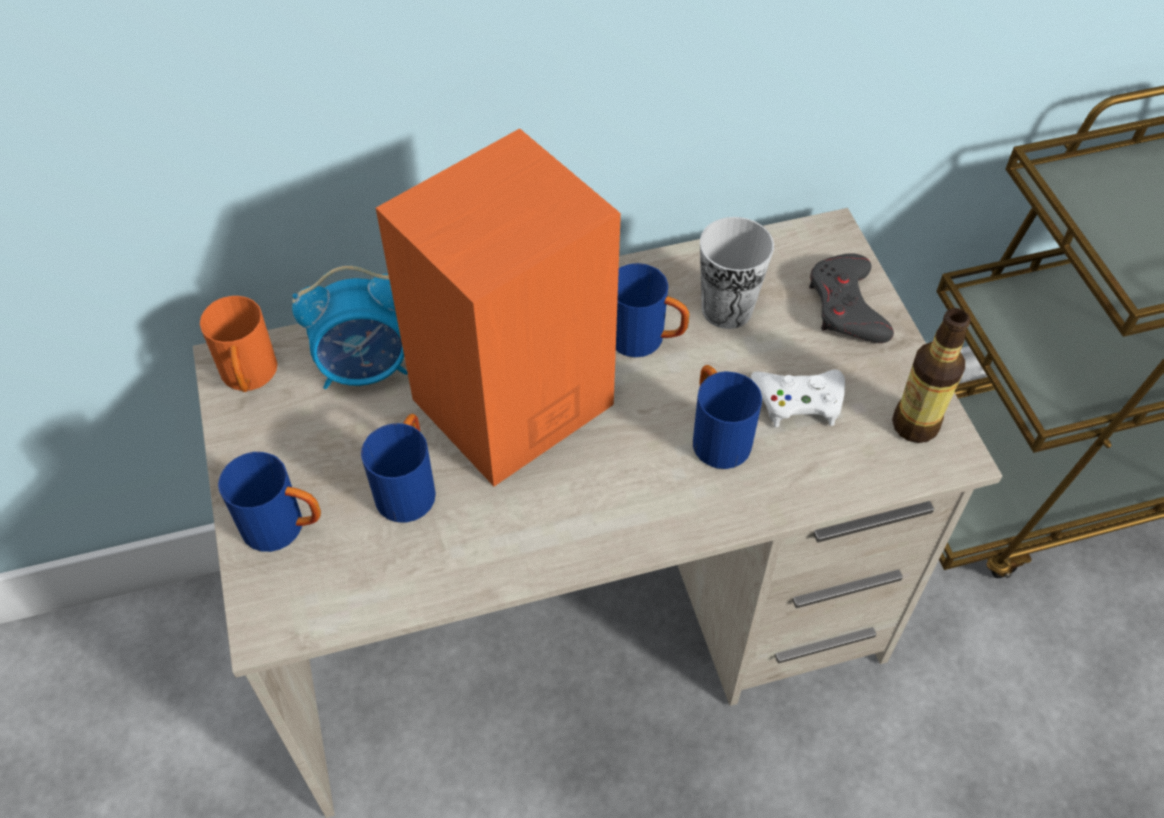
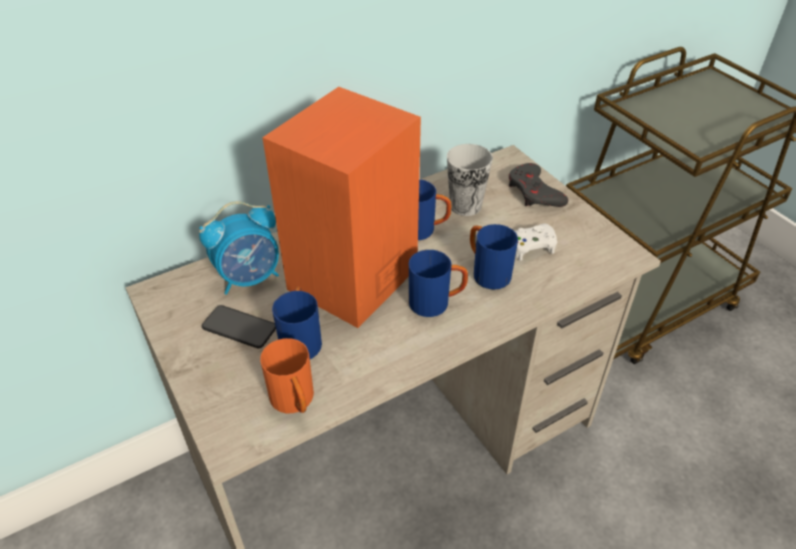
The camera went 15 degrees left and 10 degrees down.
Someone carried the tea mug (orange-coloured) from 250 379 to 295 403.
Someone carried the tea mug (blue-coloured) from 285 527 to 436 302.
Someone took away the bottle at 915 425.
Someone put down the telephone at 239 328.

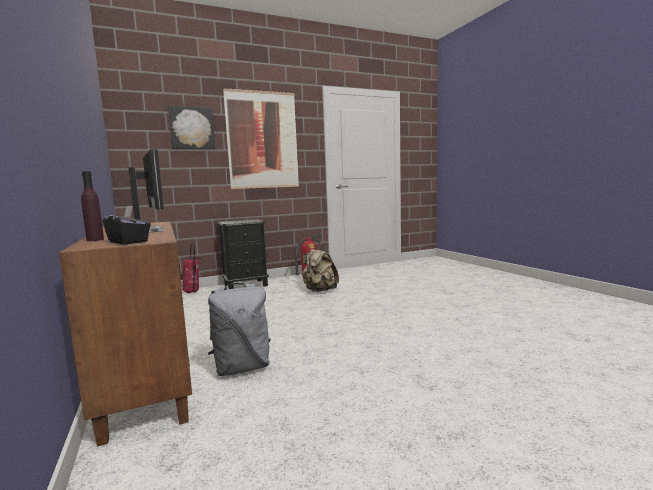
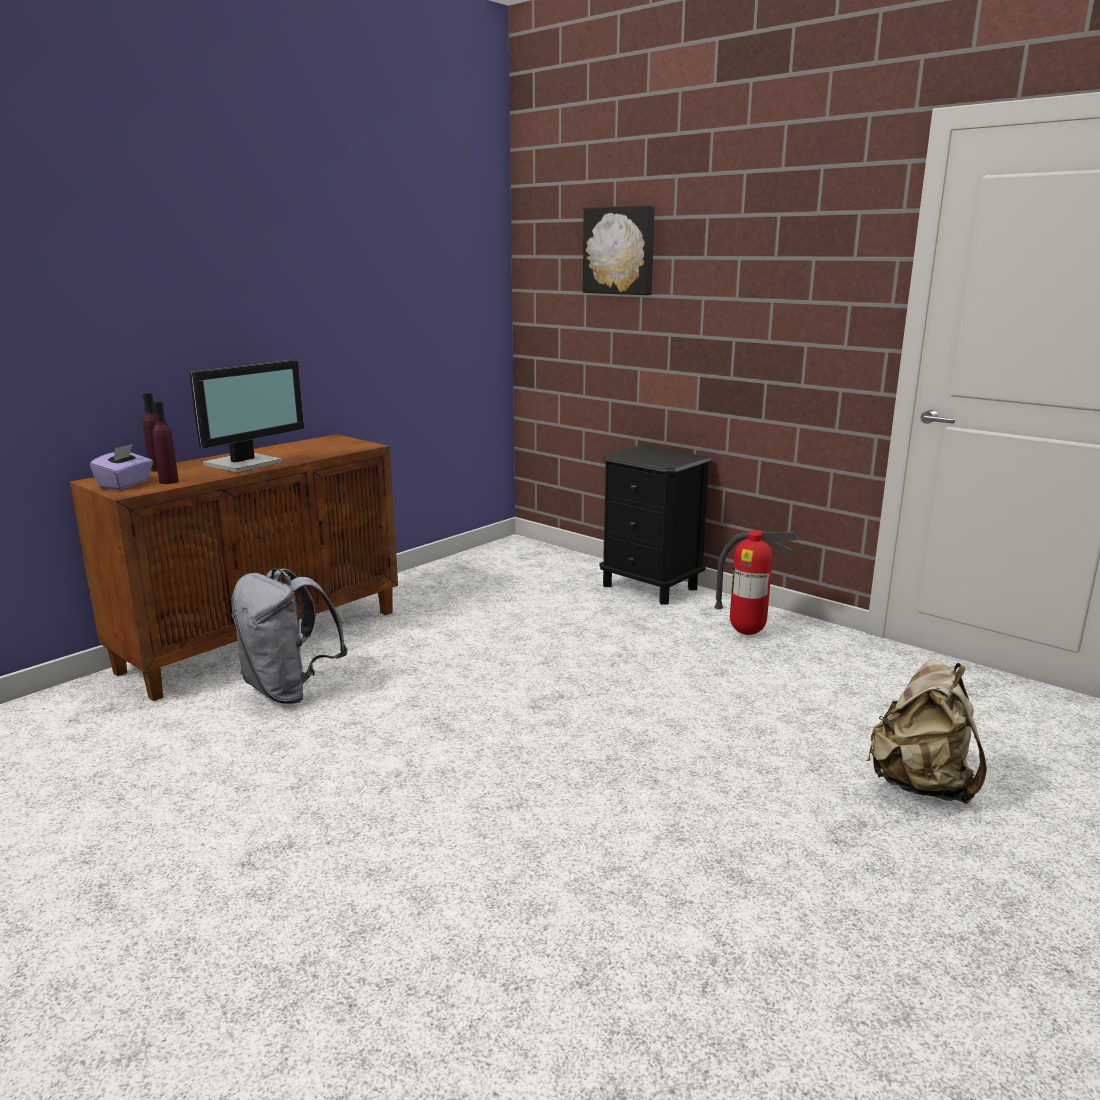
The camera went 65 degrees right and 10 degrees up.
Someone repainted the tissue holder (black) at 129 242, which became the tissue holder (purple) at 125 484.
Someone took away the fire-fighting cylinder at 192 292.
Someone took away the picture at 262 140.
Someone carried the knapsack (beige) from 320 291 to 920 785.
Someone put down the bottle (purple) at 169 481.

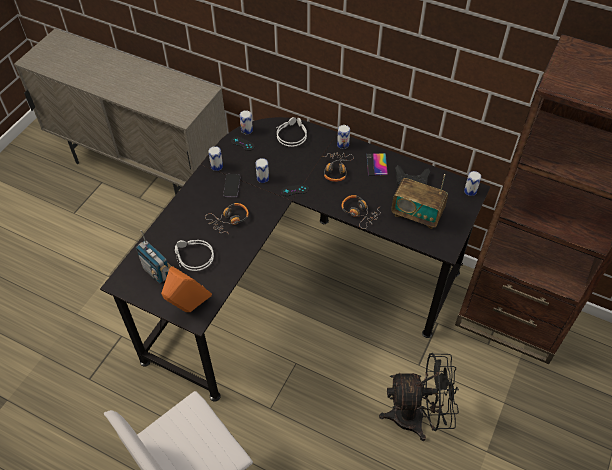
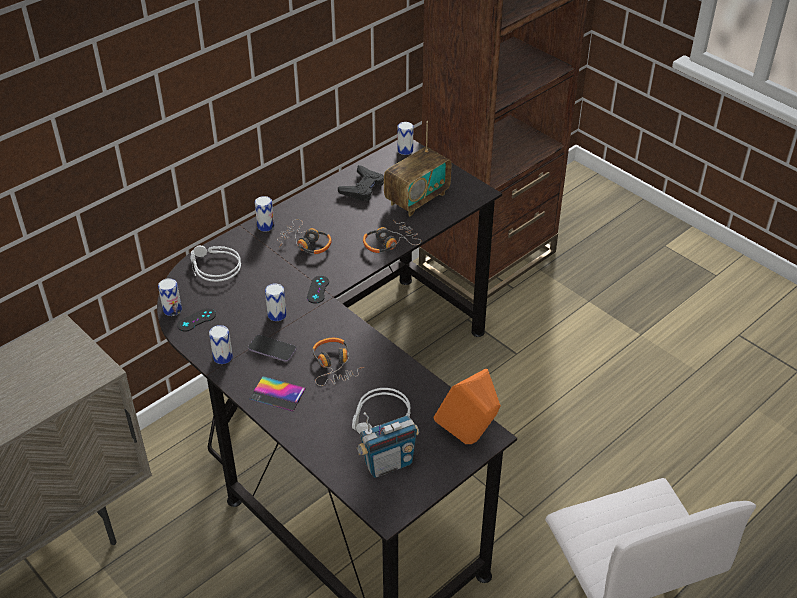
The camera went 70 degrees left and 10 degrees down.
Someone carried the telephone from 377 164 to 277 394.
Someone took away the electric fan (black) at 417 416.

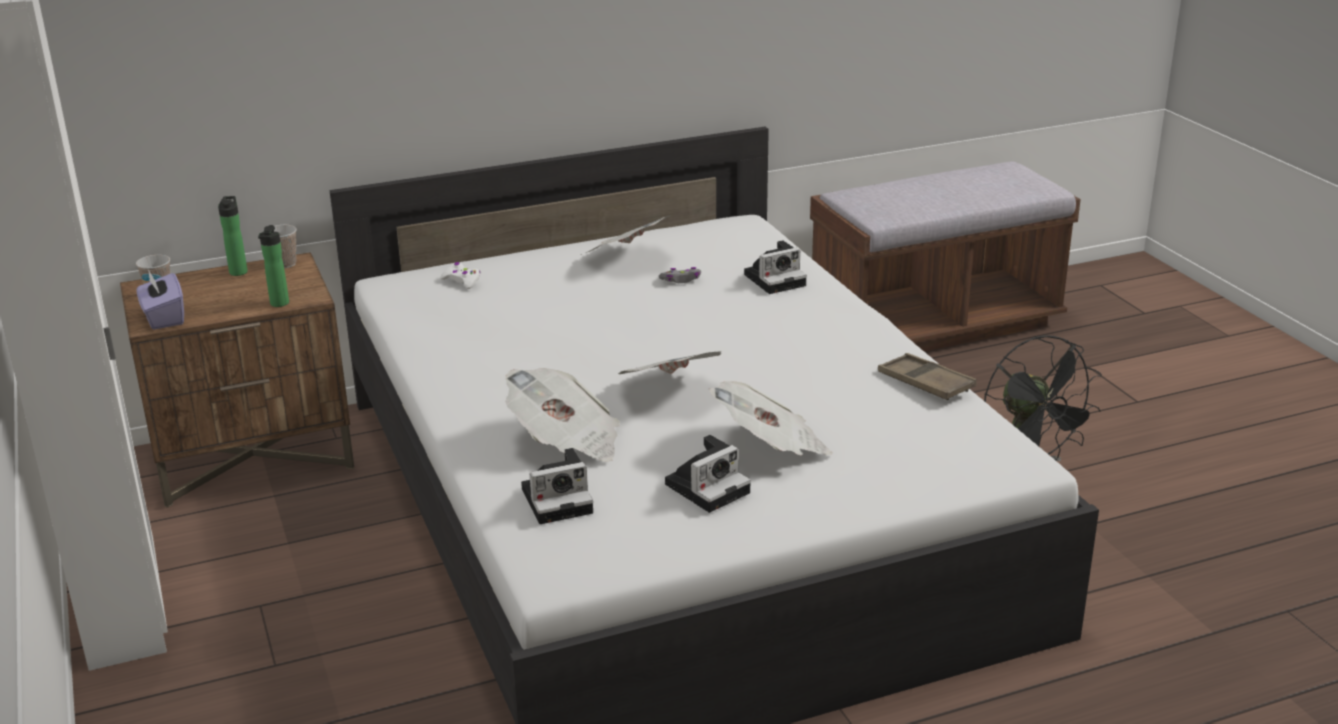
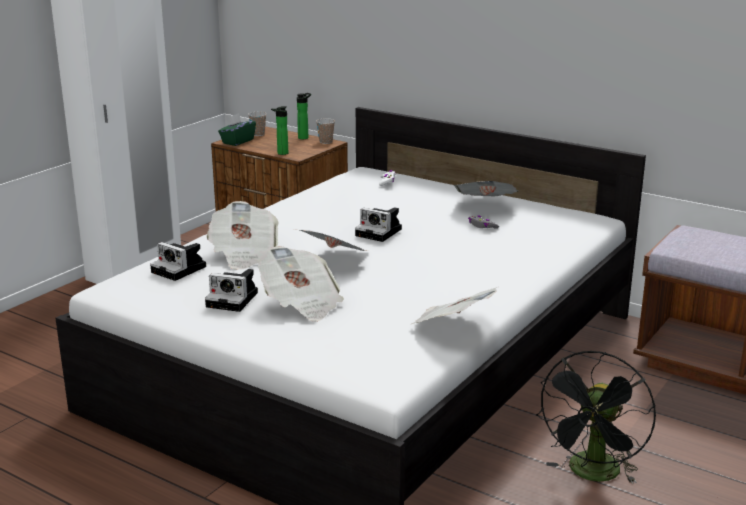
The camera went 55 degrees right and 5 degrees down.
Someone repainted the tissue holder (purple) at 164 318, which became the tissue holder (green-coloured) at 237 141.
Someone carried the photo camera from 776 279 to 380 232.
Someone swapped the carrying tray (brownish) at 925 383 for the daily paper at 453 327.

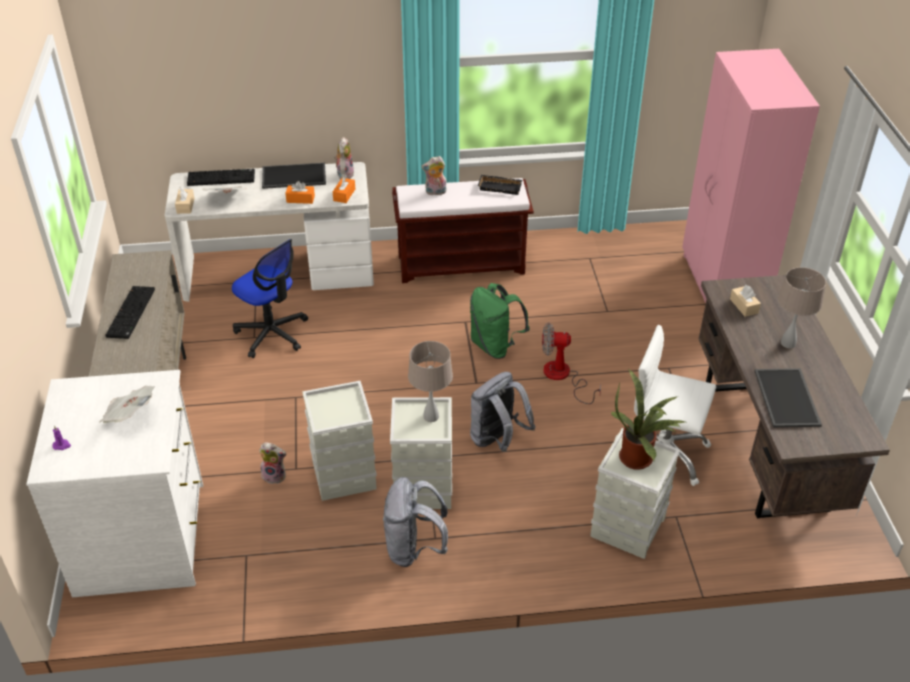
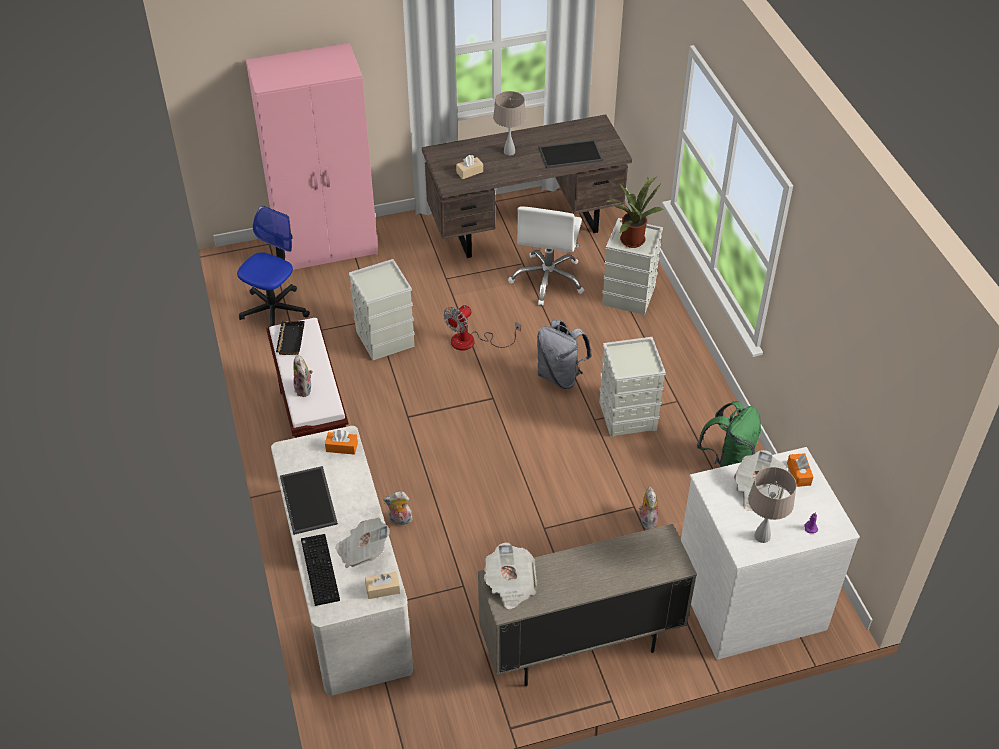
The camera went 100 degrees left and 5 degrees up.
Someone took away the computer keyboard at 132 313.
Someone carried the computer chair from 272 333 to 274 309.
Someone carried the tissue holder (orange-coloured) from 300 199 to 798 474.
Someone carried the storage container (gray) from 343 474 to 384 339.
Someone carried the soft toy from 344 174 to 400 521.
Someone took away the knapsack (gray) at 414 549.
Someone carried the lamp for a table (beige) from 430 416 to 762 536.
Someone carried the knapsack (green-coloured) from 495 346 to 728 460.
Someone rotated the electric fan at 563 377 by 45 degrees clockwise.
Someone put down the daily paper at 510 585.

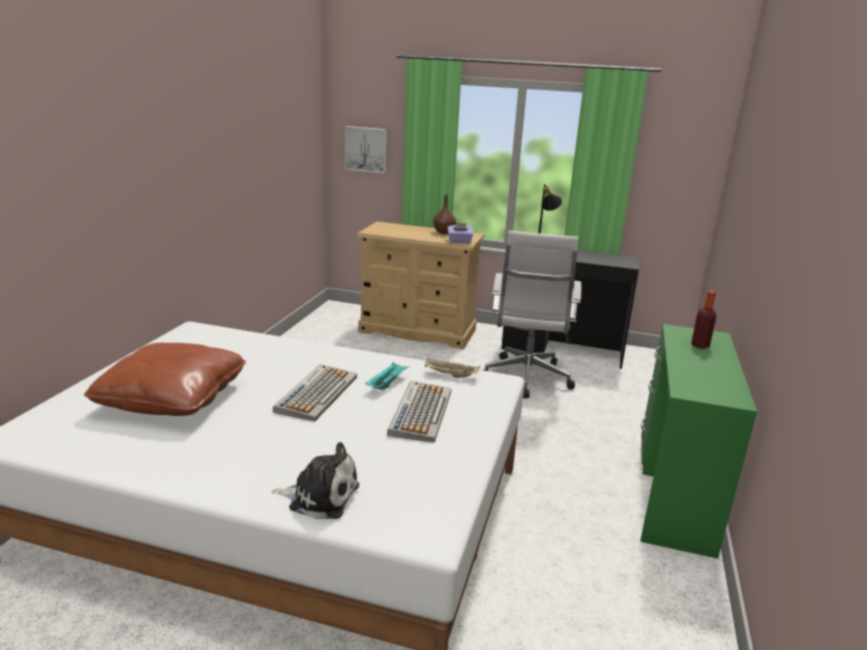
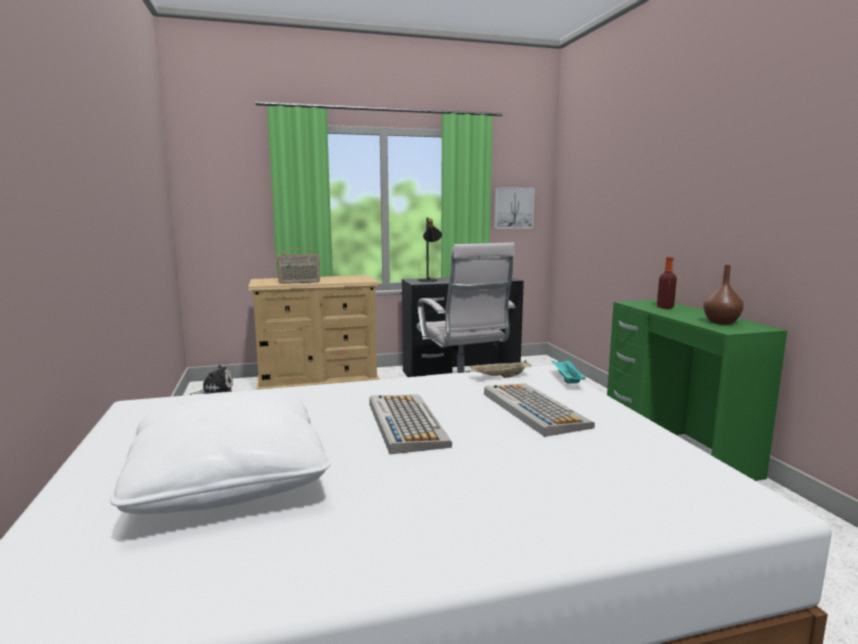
The camera went 30 degrees left and 10 degrees down.
Someone repainted the cushion (brownish) at 173 398, which became the cushion (white-coloured) at 230 480.
Someone carried the soft toy from 320 496 to 215 391.
Someone carried the picture from 366 149 to 513 208.
Someone carried the carrying tray (turquoise) from 387 384 to 566 380.
Someone carried the vase (brownish) from 444 232 to 721 322.
Someone took away the tissue holder (purple) at 459 241.
Someone put down the radio receiver at 299 282.

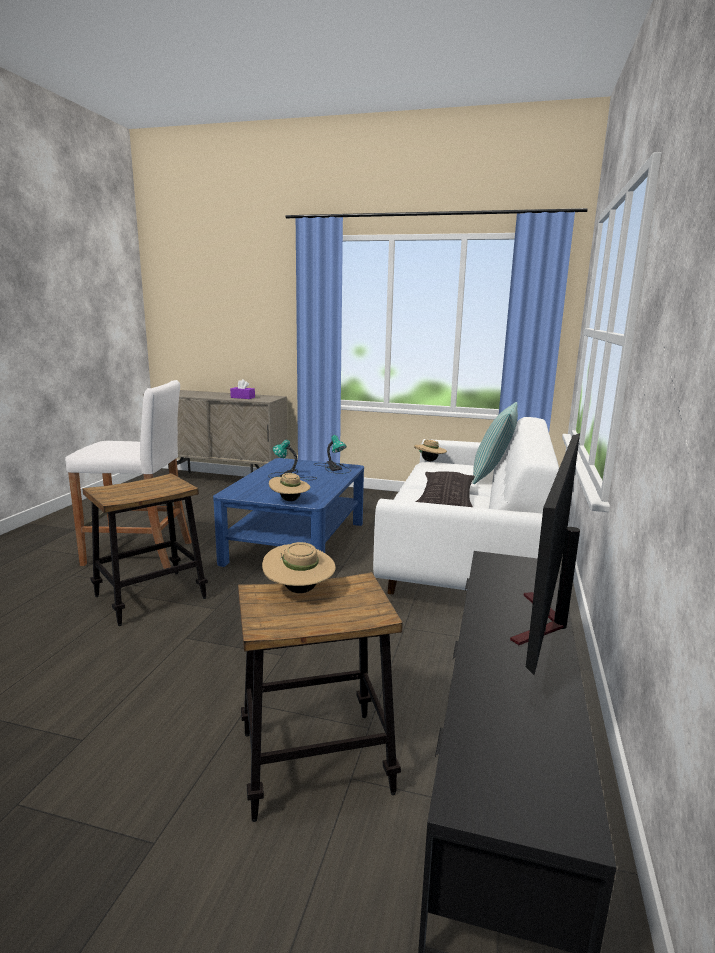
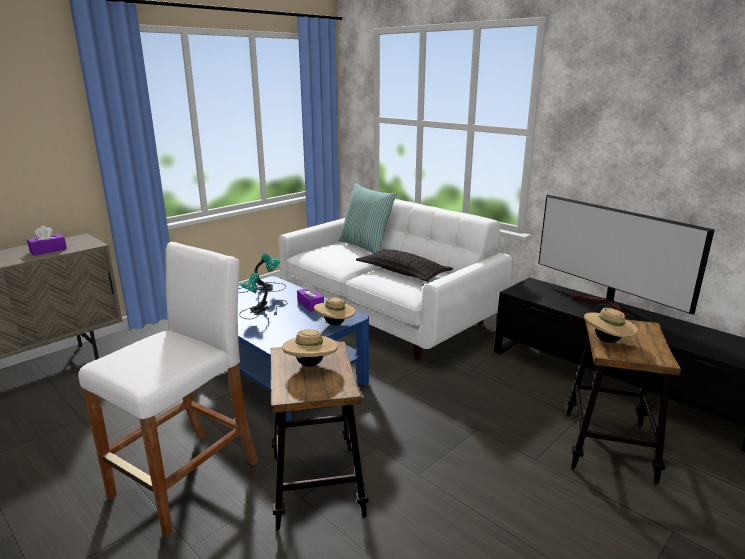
The camera went 60 degrees left and 5 degrees up.
Someone carried the hat (beige) from 429 461 to 311 364.
Someone put down the tissue holder (purple) at 310 305.

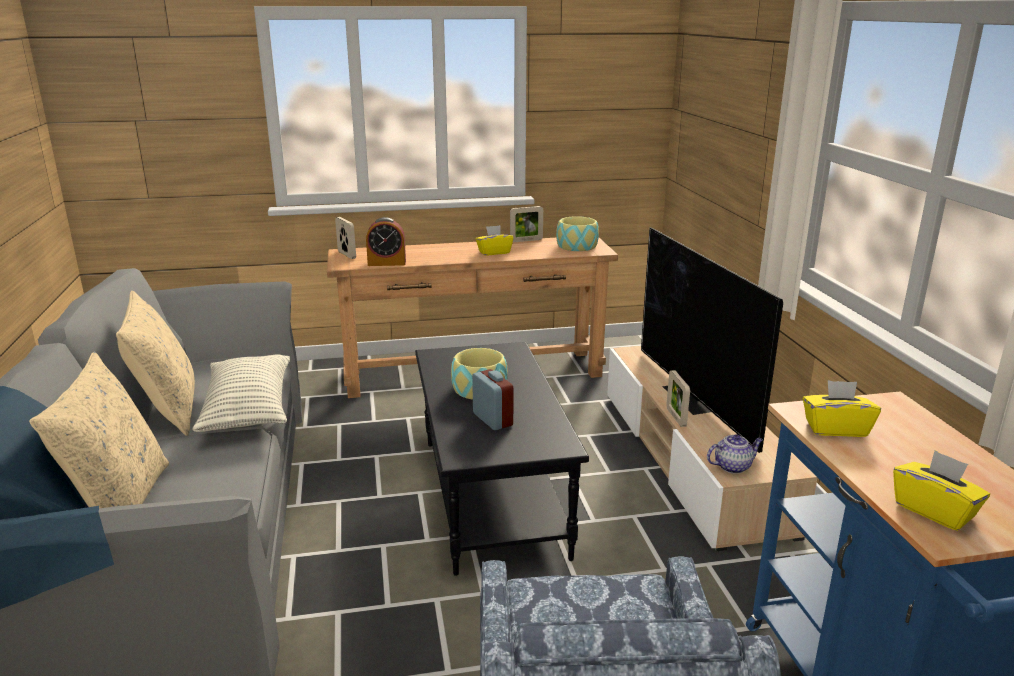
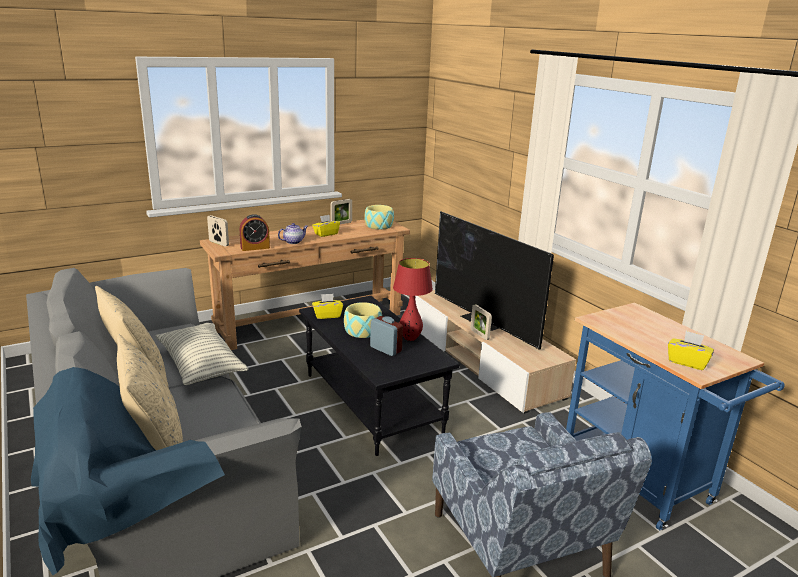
The camera went 20 degrees left and 0 degrees up.
Someone carried the pot for tea from 733 466 to 293 242.
Someone carried the tissue holder (yellowish) from 835 428 to 327 315.
Someone put down the lamp for a table (red) at 410 338.

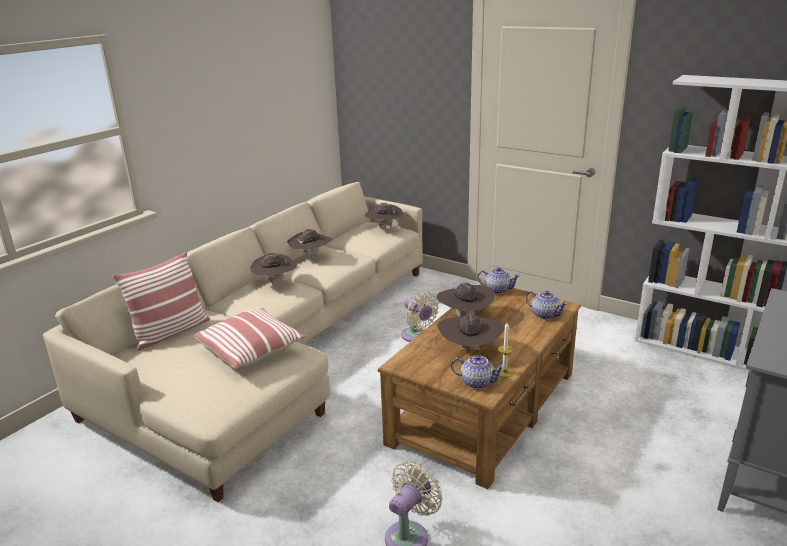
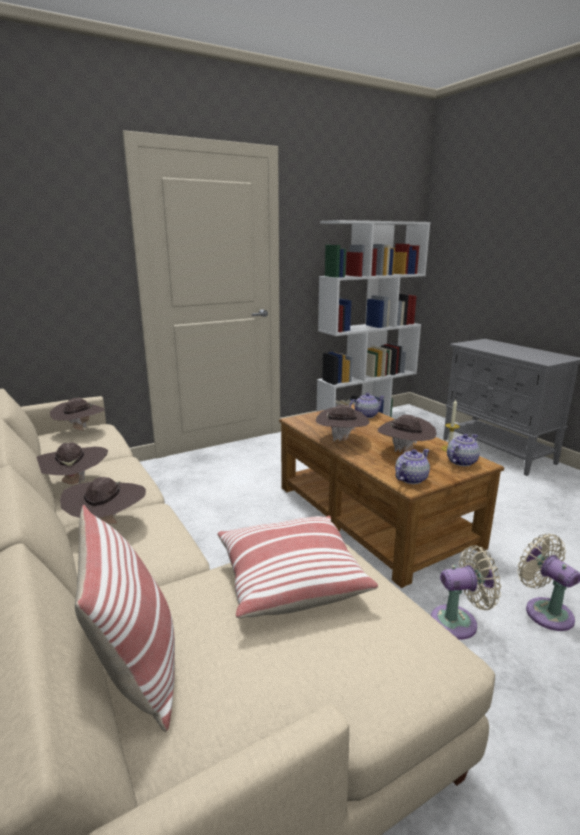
The camera went 65 degrees left and 5 degrees down.
Someone carried the electric fan (beige) from 417 336 to 458 622.
Someone carried the pot for tea from 497 290 to 410 479.

